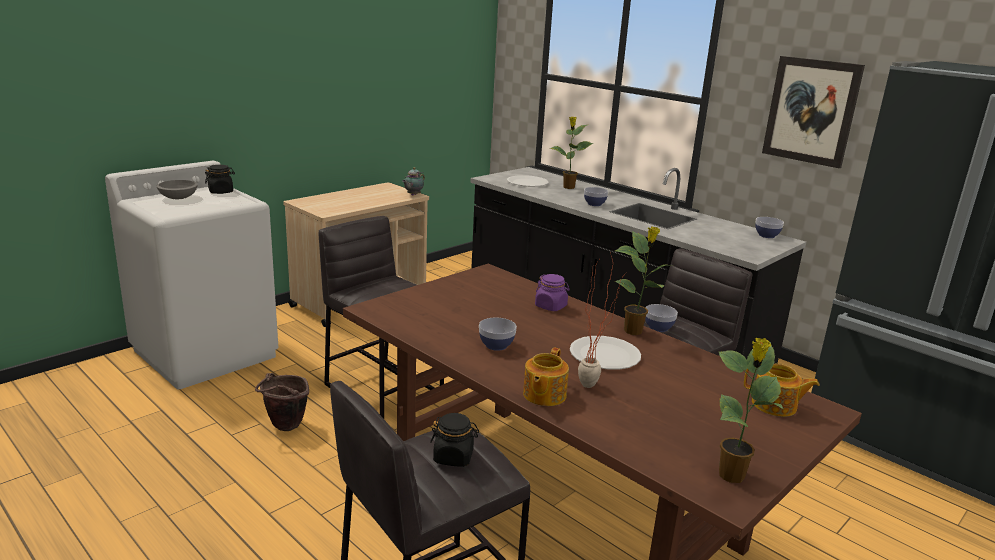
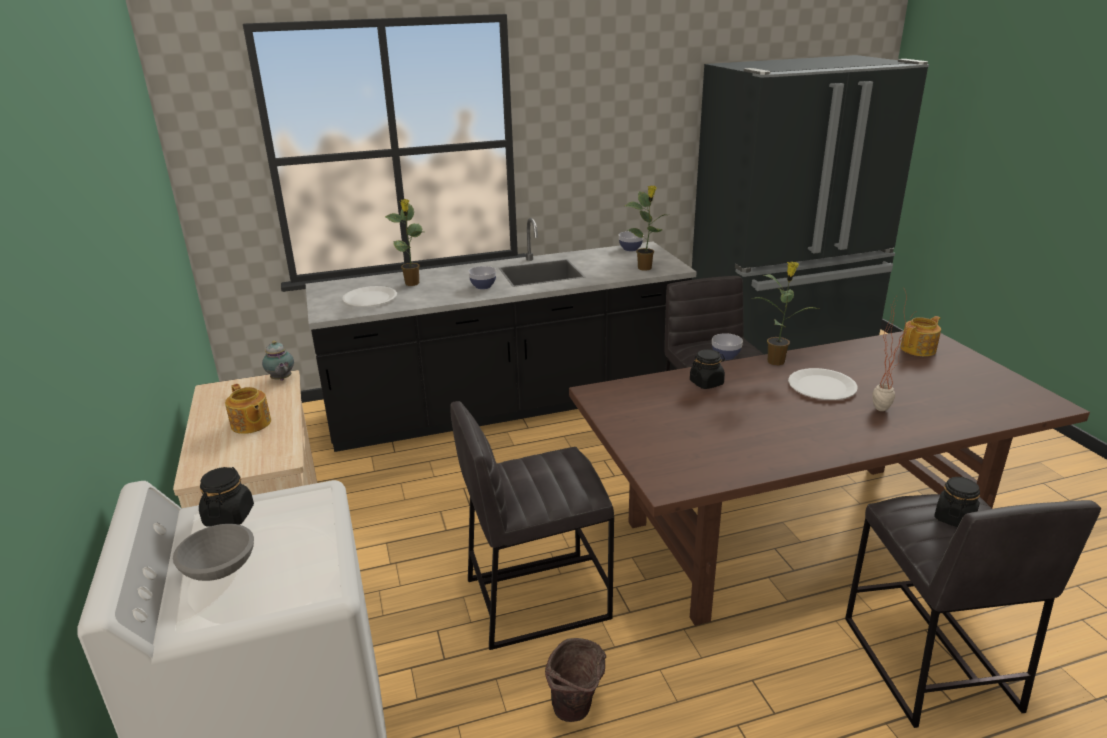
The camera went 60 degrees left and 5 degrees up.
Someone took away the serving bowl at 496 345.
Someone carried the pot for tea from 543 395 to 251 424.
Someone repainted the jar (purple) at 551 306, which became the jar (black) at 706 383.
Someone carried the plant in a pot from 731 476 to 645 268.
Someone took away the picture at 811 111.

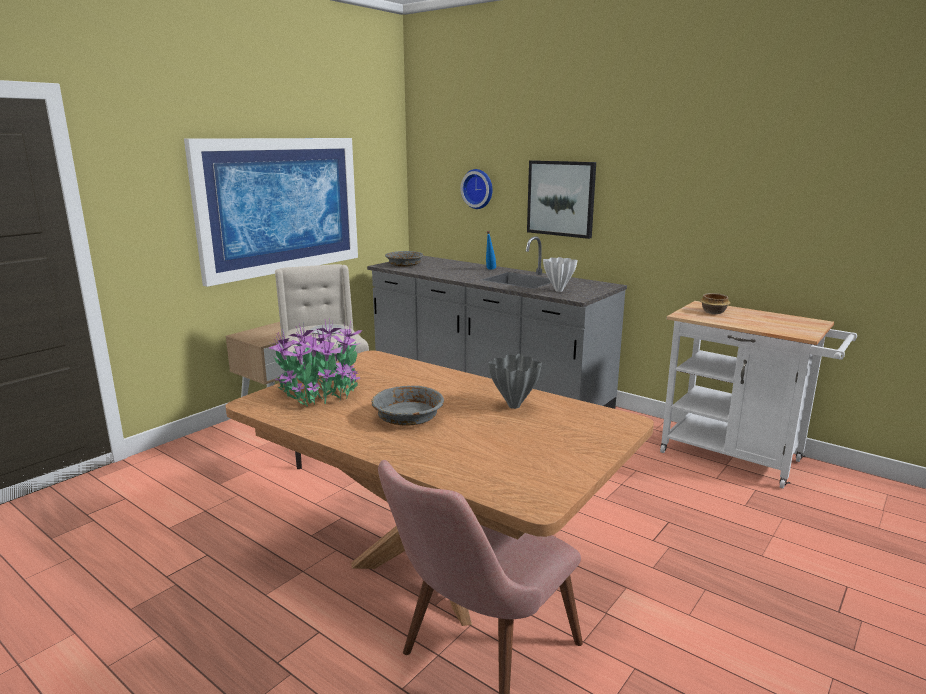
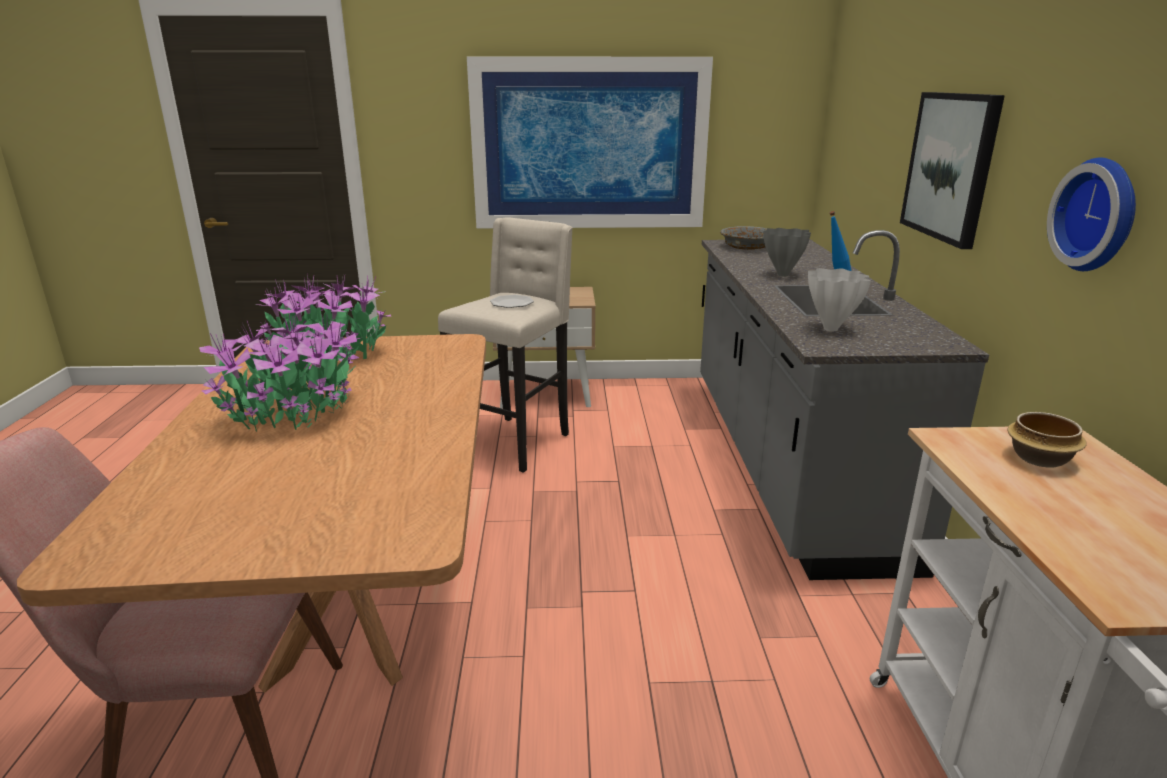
The camera went 50 degrees right and 5 degrees up.
Someone swapped the serving bowl (gray) at 407 417 for the plant in a pot at 295 413.
Someone carried the clock on the wall from 478 189 to 1099 215.
Someone carried the vase (gray) from 514 406 to 782 275.

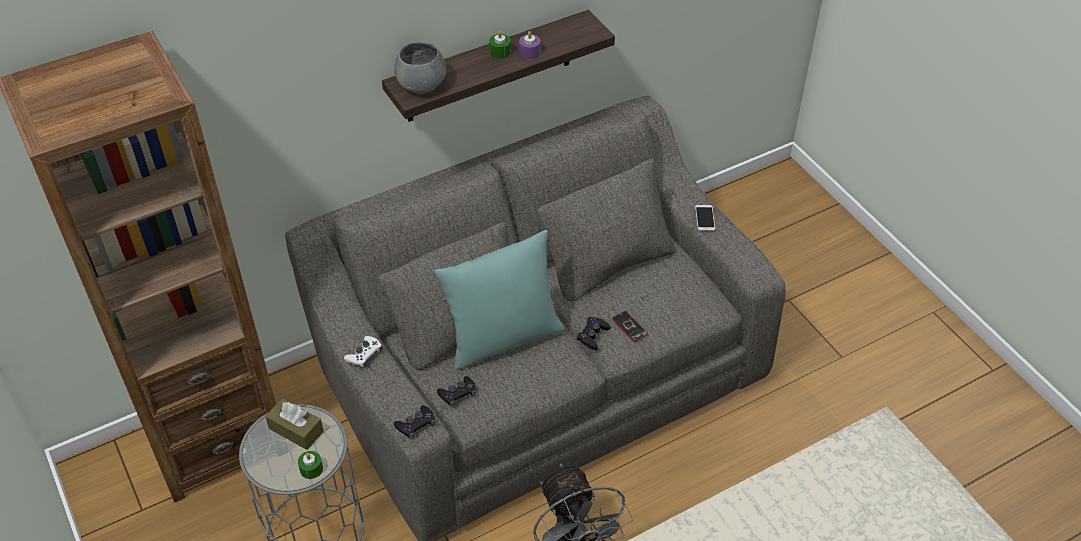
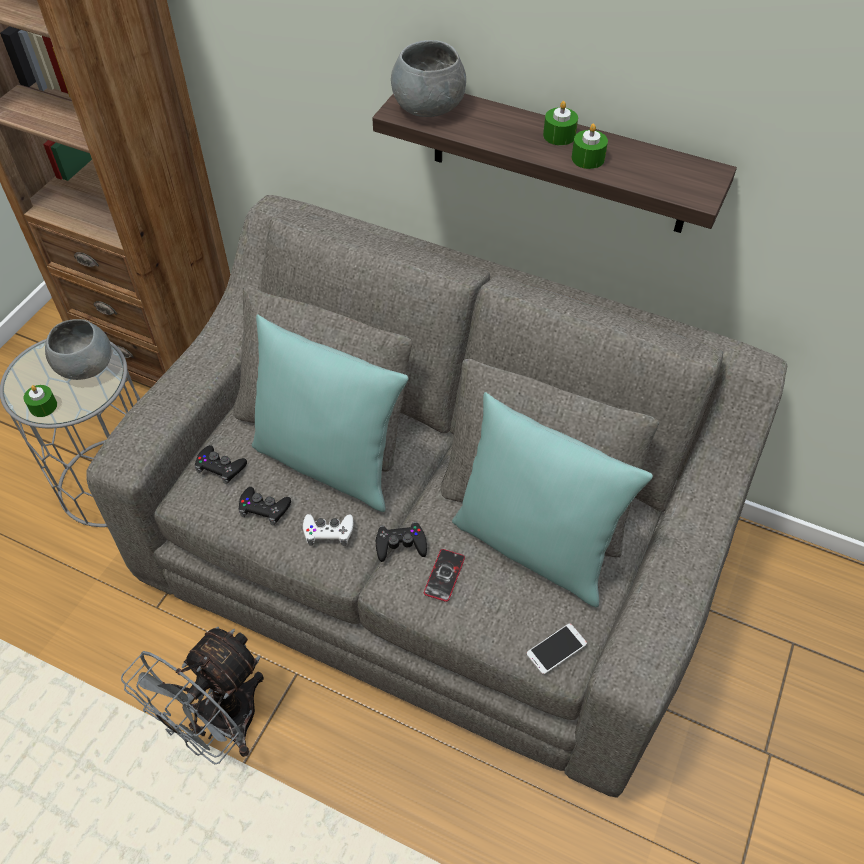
The camera went 55 degrees right and 5 degrees up.
Someone swapped the tissue holder (brownish) at 296 430 for the serving bowl (gray) at 85 367.
Someone carried the game controller (white-coloured) from 364 354 to 328 532.
Someone carried the game controller (black) from 416 424 to 264 508.
Someone repainted the candle (purple) at 529 52, which became the candle (green-coloured) at 588 158.
Someone carried the telephone from 705 218 to 556 649.
Someone put down the cushion (turquoise) at 534 545.

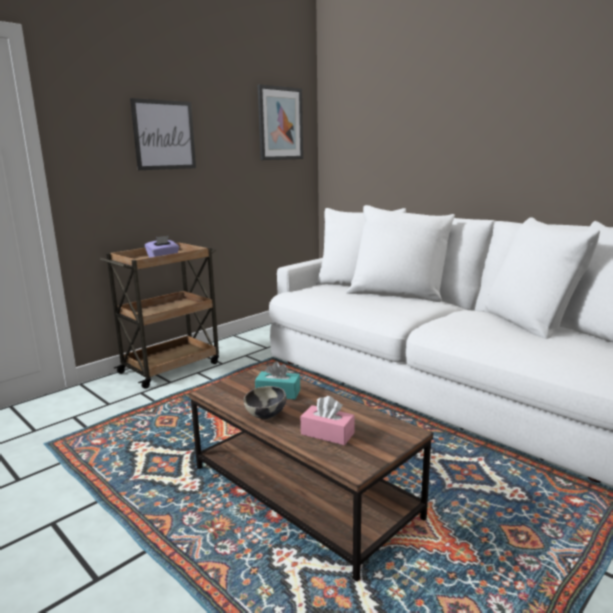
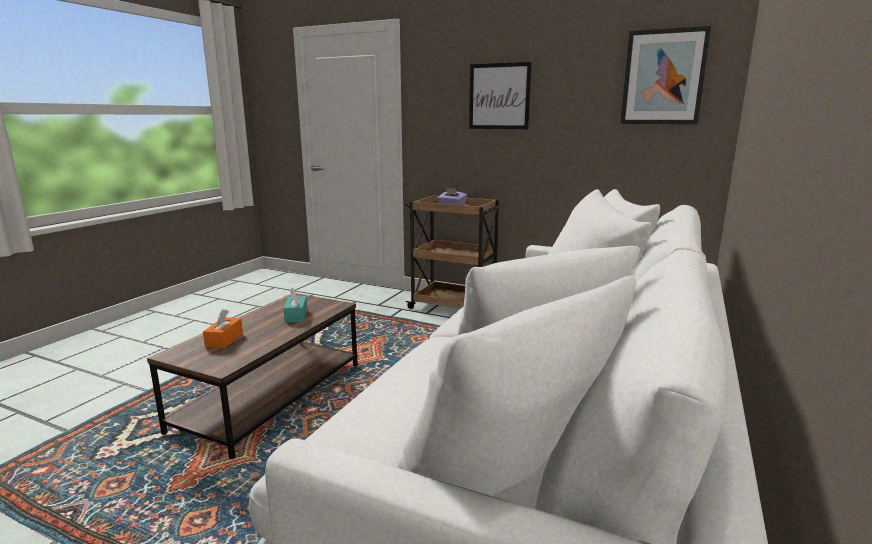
The camera went 70 degrees right and 0 degrees up.
Someone took away the serving bowl at 266 416.
Someone repainted the tissue holder (pinkish) at 327 433, which became the tissue holder (orange-coloured) at 224 340.

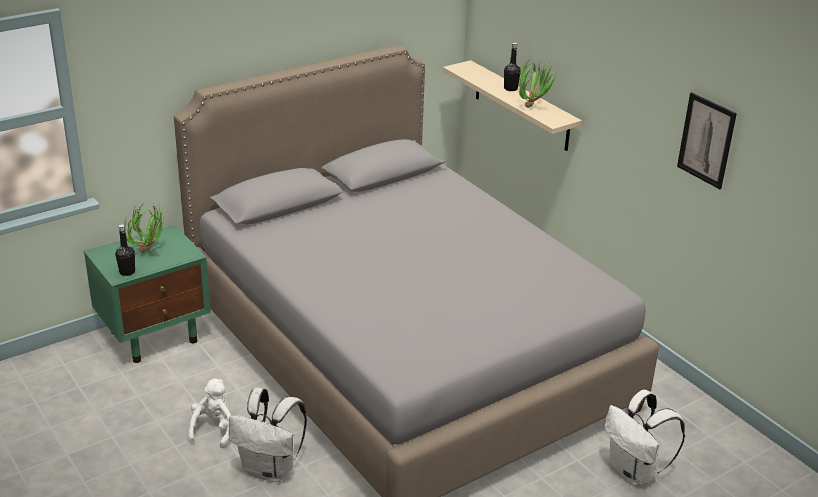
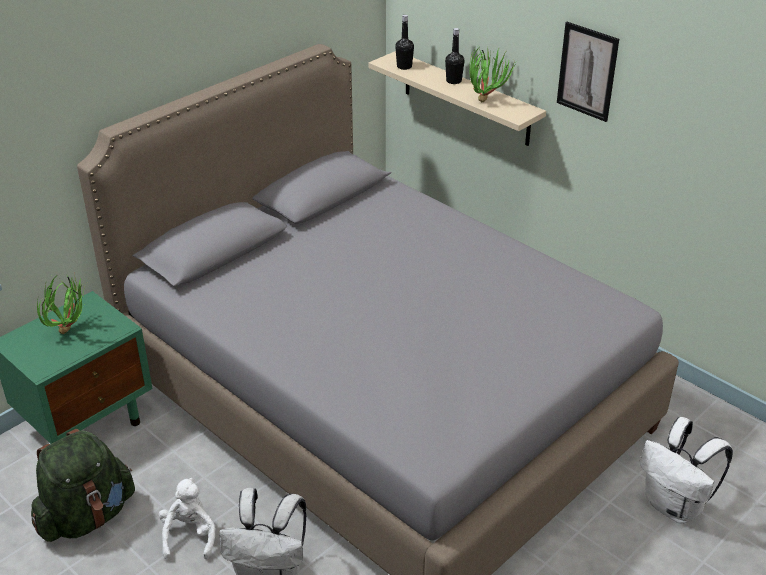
The camera went 10 degrees left and 5 degrees up.
Someone carried the bottle (black) from 127 272 to 404 66.
Someone carried the picture from 706 140 to 587 71.
Someone put down the knapsack (green-coloured) at 87 516.

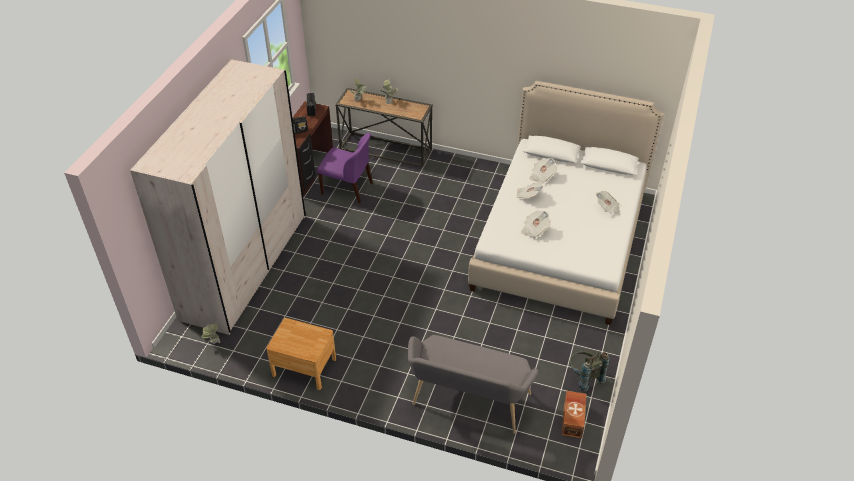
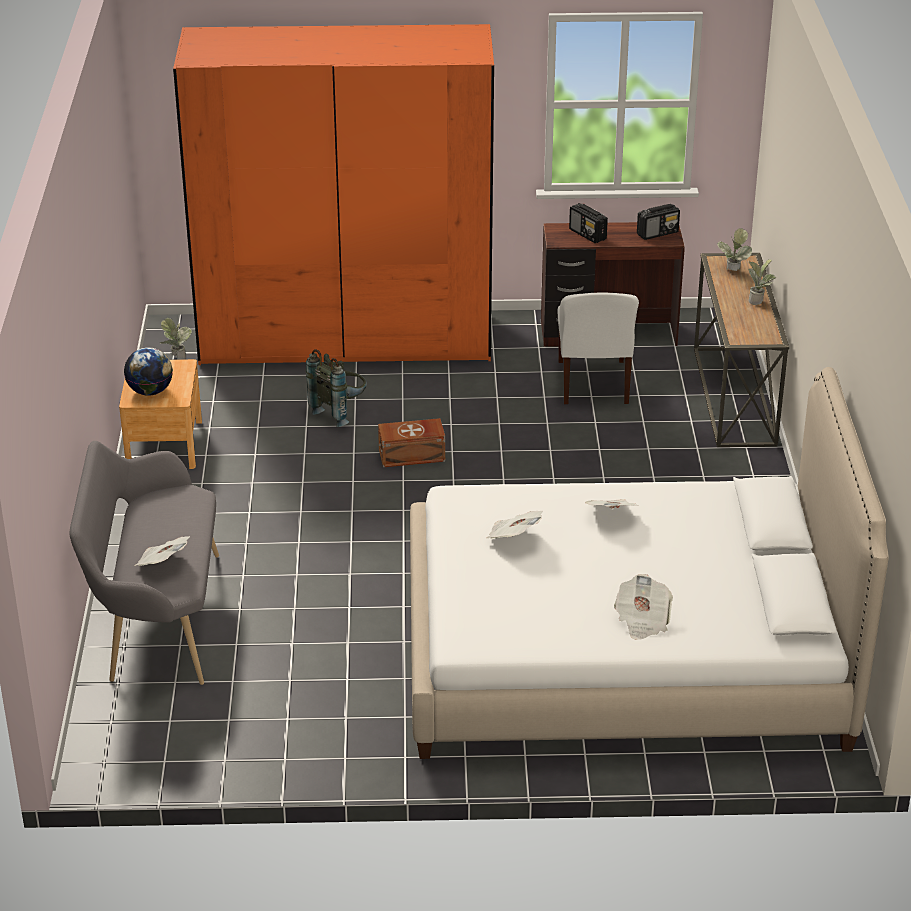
The camera went 70 degrees right and 10 degrees down.
Someone repainted the armoire (beige) at 245 265, which became the armoire (orange-coloured) at 346 338.
Someone repainted the upright chair (purple) at 348 189, which became the upright chair (white-coloured) at 593 384.
Someone carried the daily paper from 542 176 to 163 563.
Someone carried the storage container (brownish) from 573 419 to 413 456.
Someone carried the knapsack (gray) from 584 377 to 340 411.
Someone put down the desk globe at 150 391.

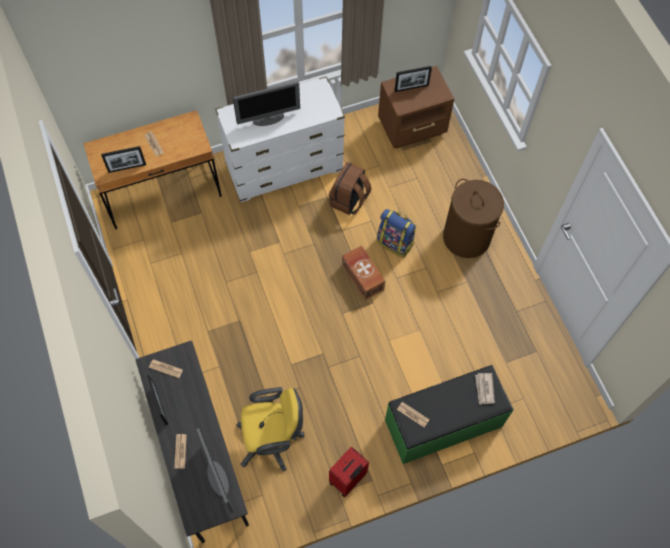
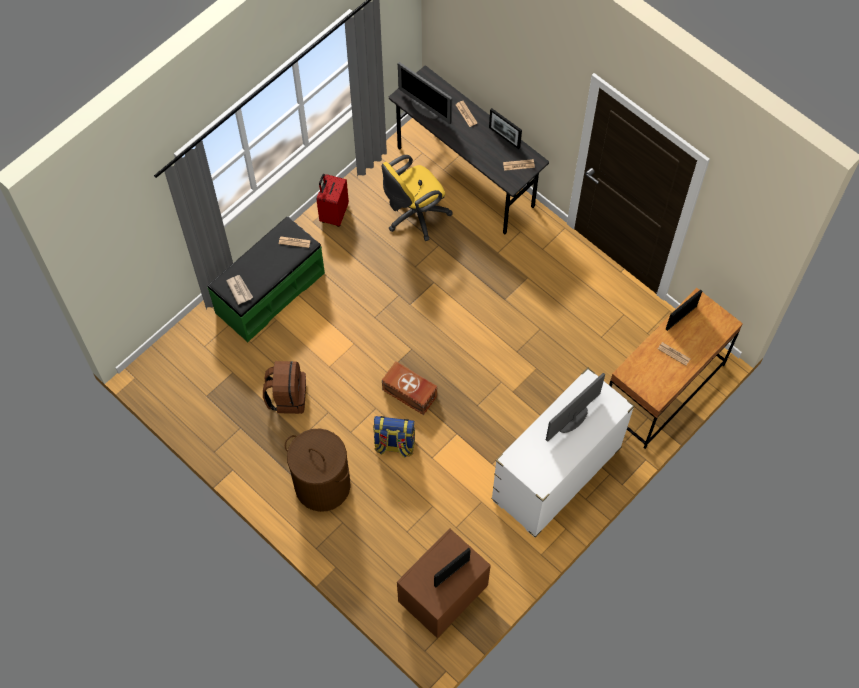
The camera went 155 degrees right and 0 degrees up.
Someone carried the knapsack (brownish) from 349 200 to 287 396.

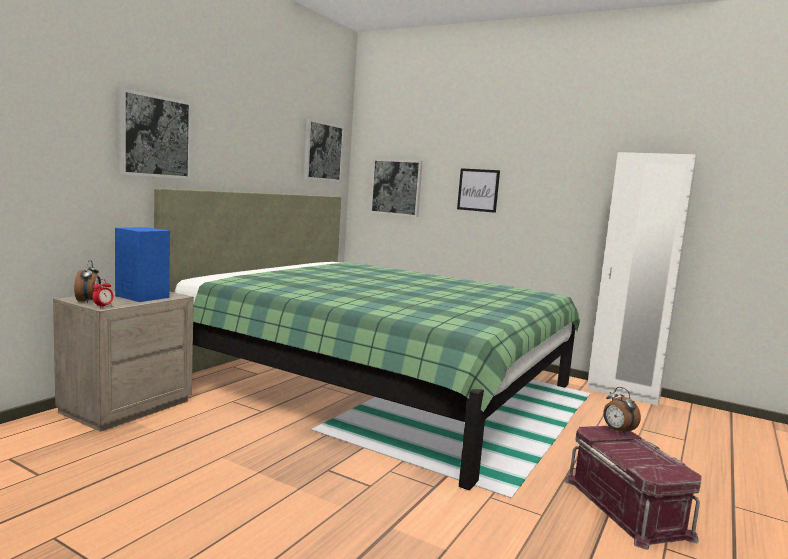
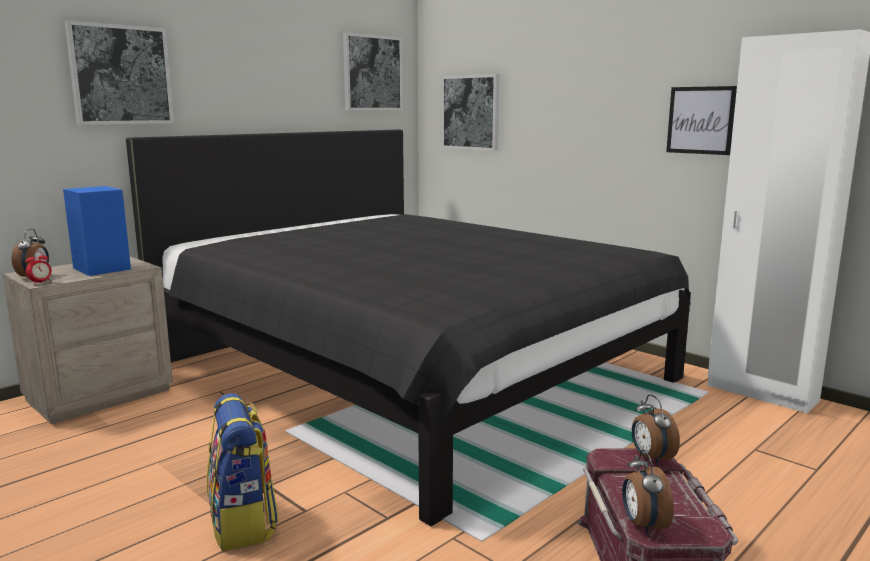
The camera went 15 degrees right and 5 degrees up.
Someone repainted the bed (green-coloured) at 376 383, which became the bed (black) at 409 372.
Someone carried the picture from 478 190 to 700 120.
Someone put down the knapsack at 243 523.
Someone put down the bedside clock at 643 525.

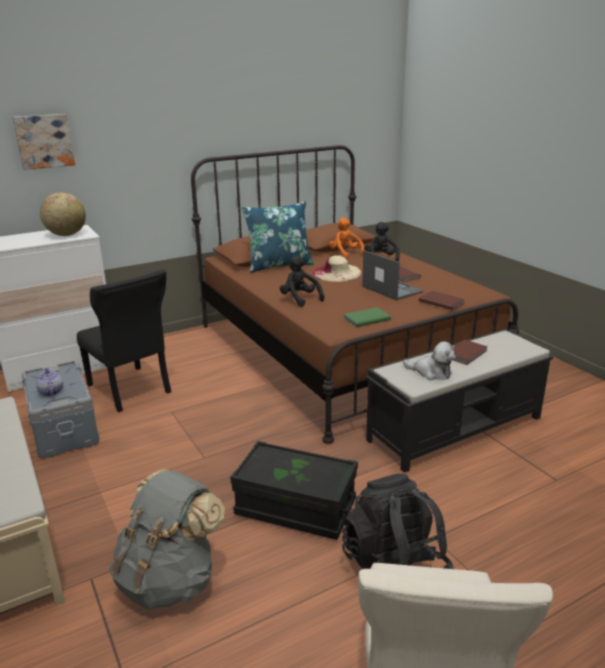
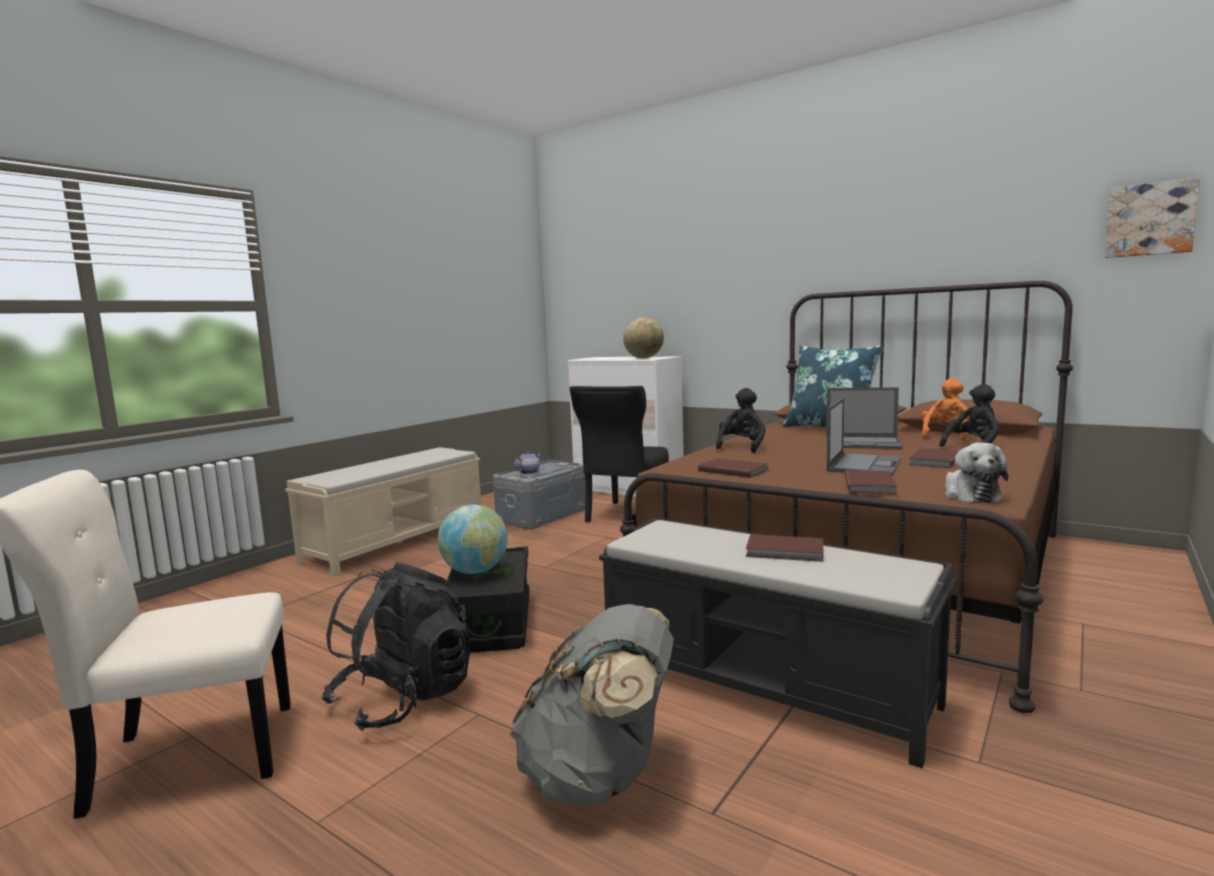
The camera went 65 degrees right and 15 degrees down.
Someone carried the picture from 44 141 to 1150 219.
Someone carried the knapsack (gray) from 170 579 to 600 776.
Someone swapped the hat (beige) at 336 273 for the notebook computer at 863 443.
Someone repainted the volume (green-coloured) at 365 319, which became the volume (brownish) at 733 470.
Someone carried the soft toy from 431 372 to 970 495.
Someone put down the desk globe at 475 571.

